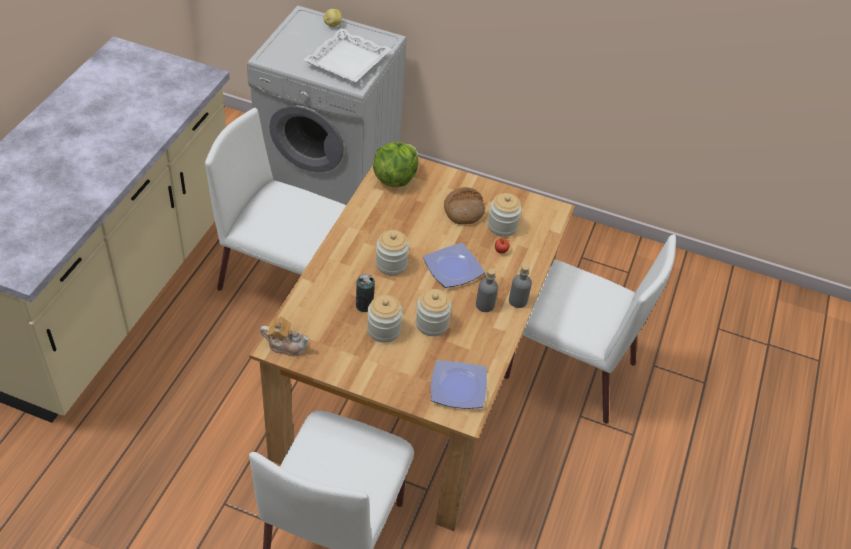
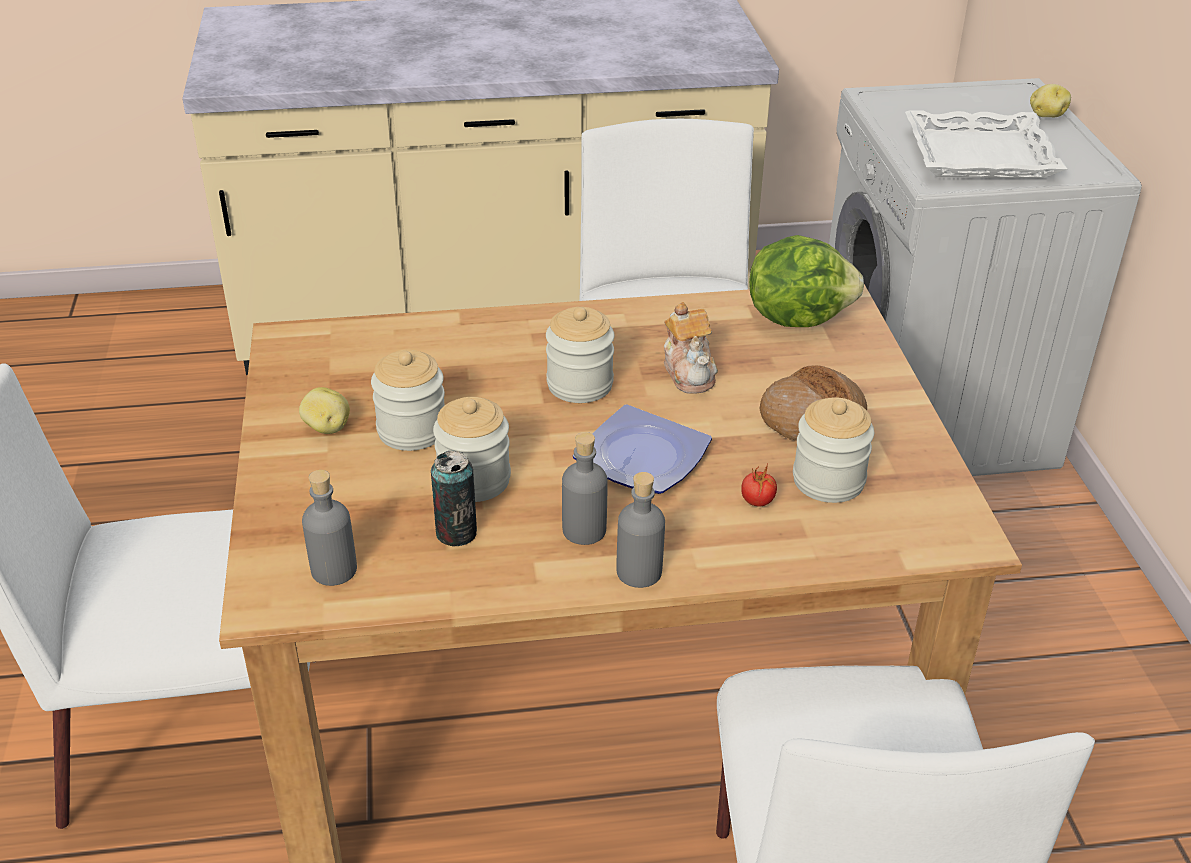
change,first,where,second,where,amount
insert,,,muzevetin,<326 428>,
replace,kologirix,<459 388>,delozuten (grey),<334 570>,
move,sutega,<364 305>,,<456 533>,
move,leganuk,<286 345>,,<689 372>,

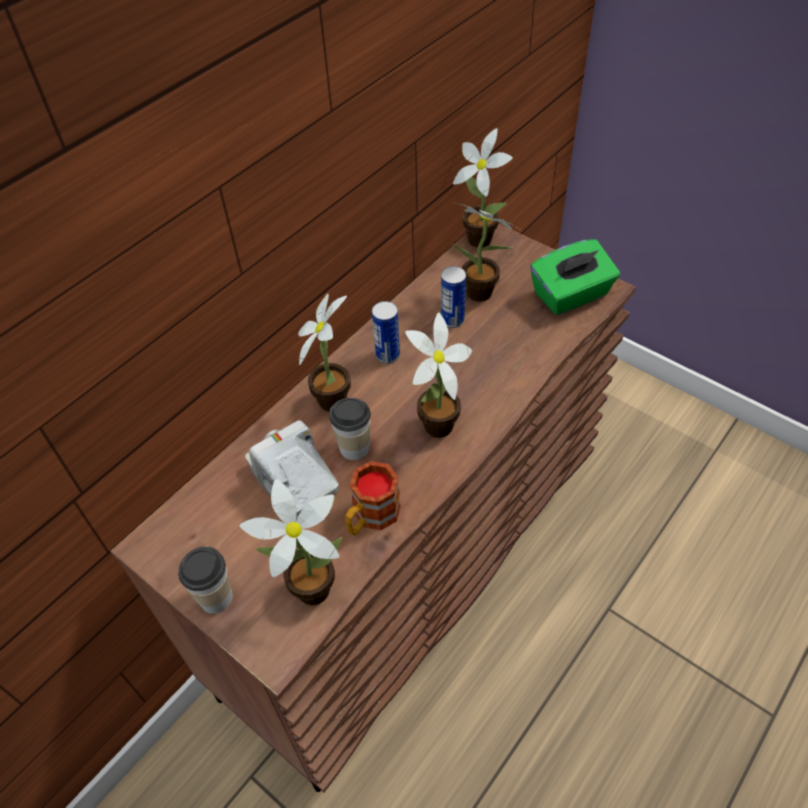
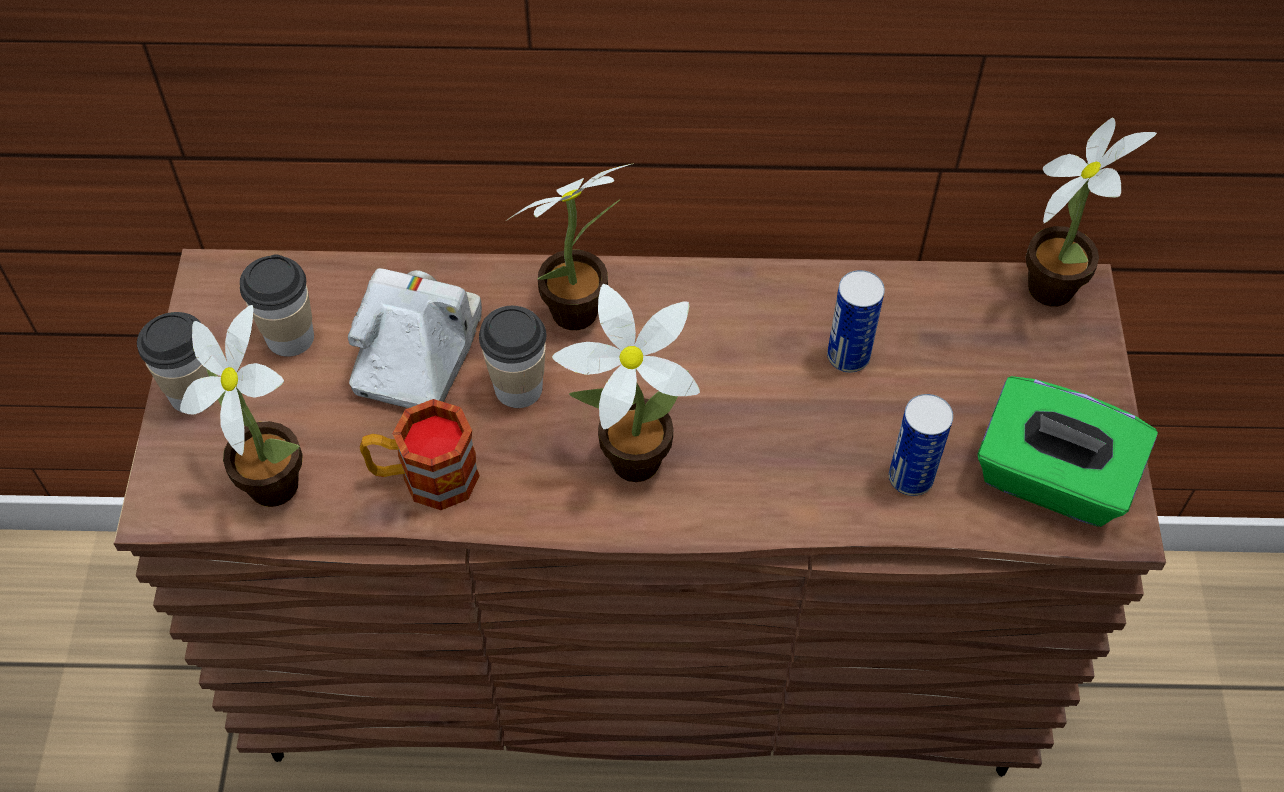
change,first,where,second,where,amount
insert,,,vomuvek,<290 337>,
move,sutega,<387 355>,,<910 478>,
delete,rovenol,<482 295>,,,

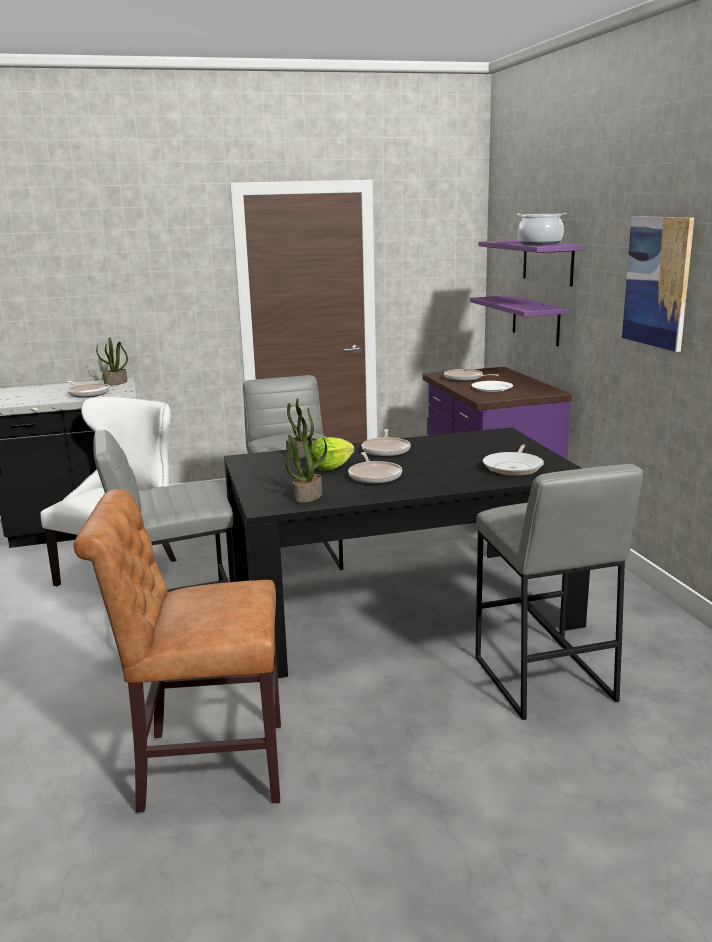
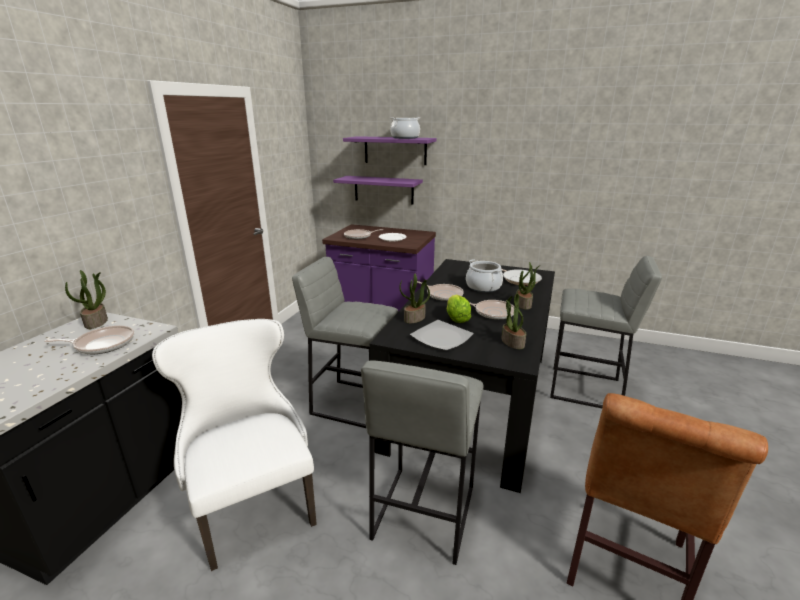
change,first,where,second,where,amount
insert,,,kologirix,<441 338>,
insert,,,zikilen,<483 287>,
insert,,,rovenol,<523 304>,
delete,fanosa,<657 282>,,,

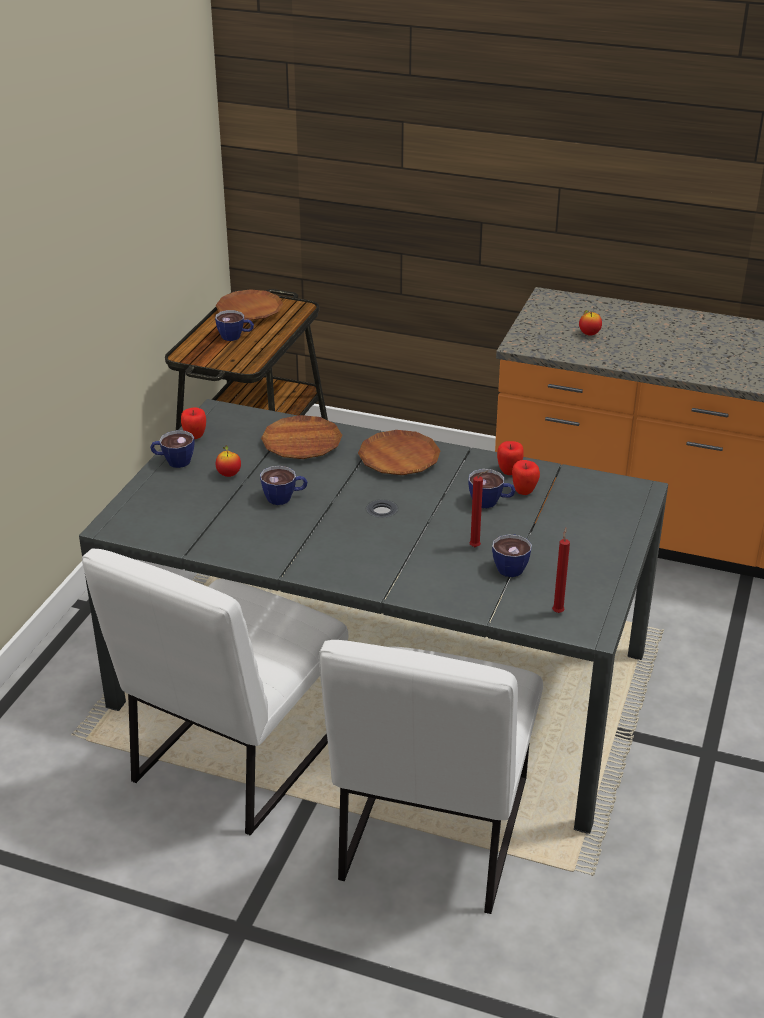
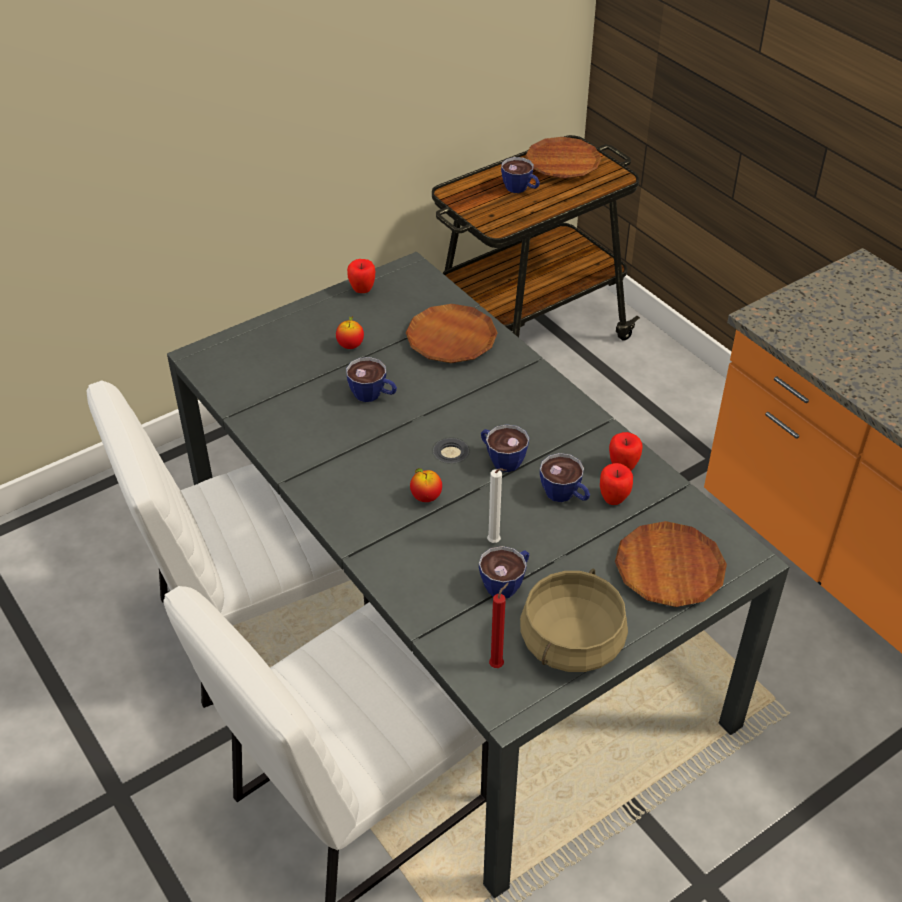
change,first,where,second,where,amount
move,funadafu,<589 334>,,<426 497>,
move,vomuvek,<173 461>,,<501 459>,
recolor,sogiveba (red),<476 547>,sogiveba (white),<495 543>,
insert,,,zikilen (beige),<571 641>,
move,kologirix (brown),<399 458>,,<669 569>,

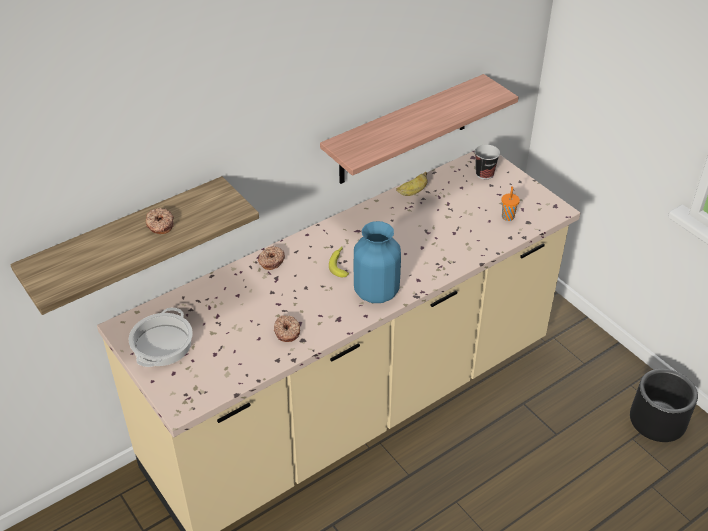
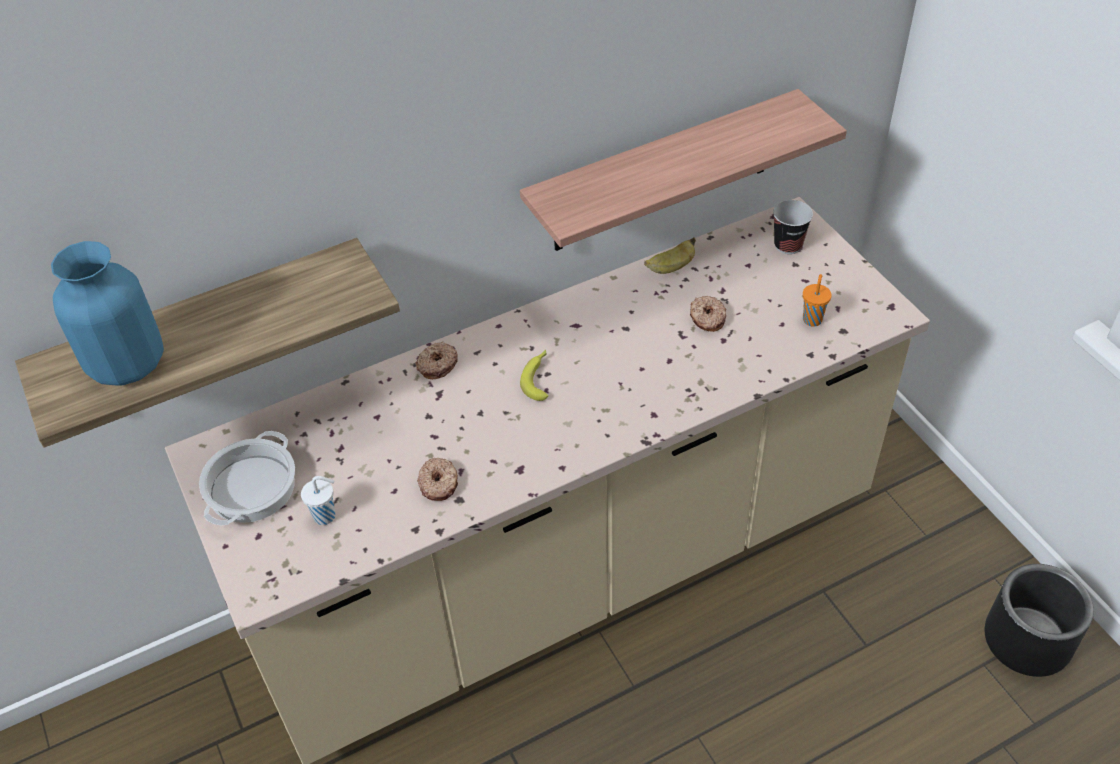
change,first,where,second,where,amount
move,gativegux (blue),<376 291>,,<127 363>,
insert,,,vomuvek (white),<326 516>,
move,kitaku,<160 225>,,<707 318>,

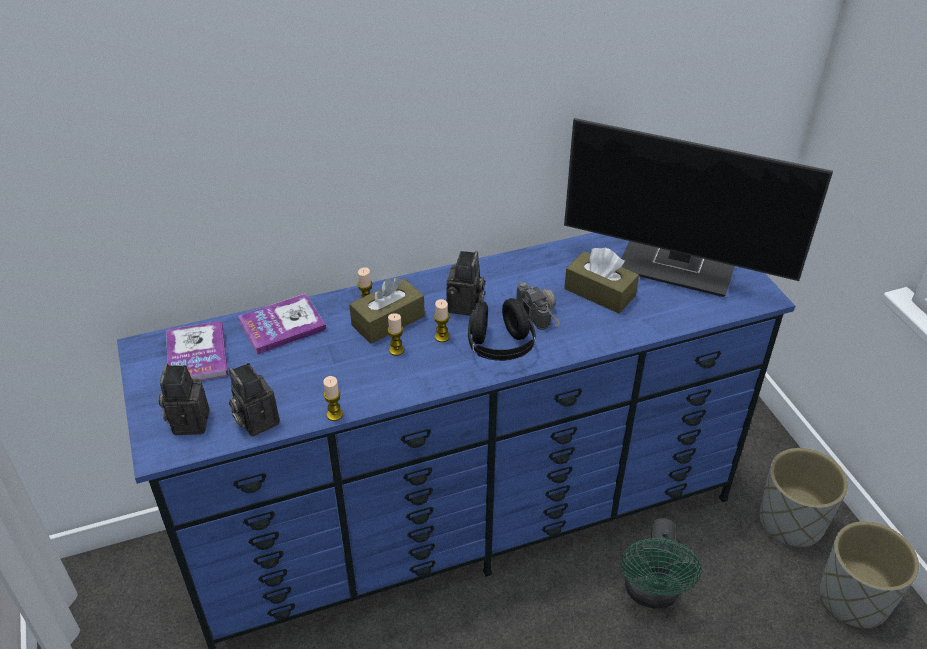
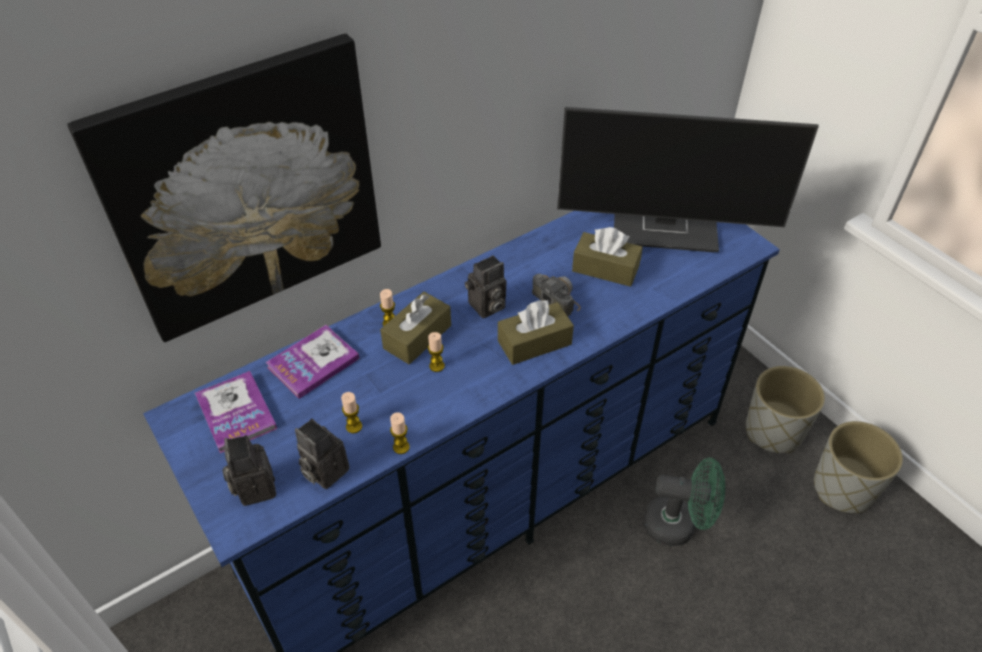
change,first,where,second,where,amount
insert,,,fanosa,<246 190>,
move,sogiveba,<442 337>,,<354 426>,
rotate,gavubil,<465 307>,,<486 307>,60 degrees clockwise
replace,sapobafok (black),<500 347>,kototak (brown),<534 342>,
rotate,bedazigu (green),<652 594>,,<678 525>,75 degrees counterclockwise

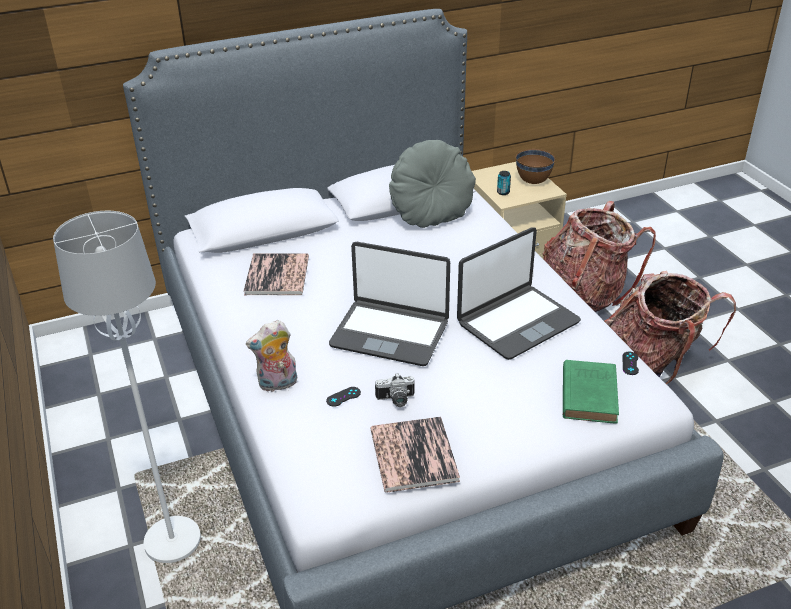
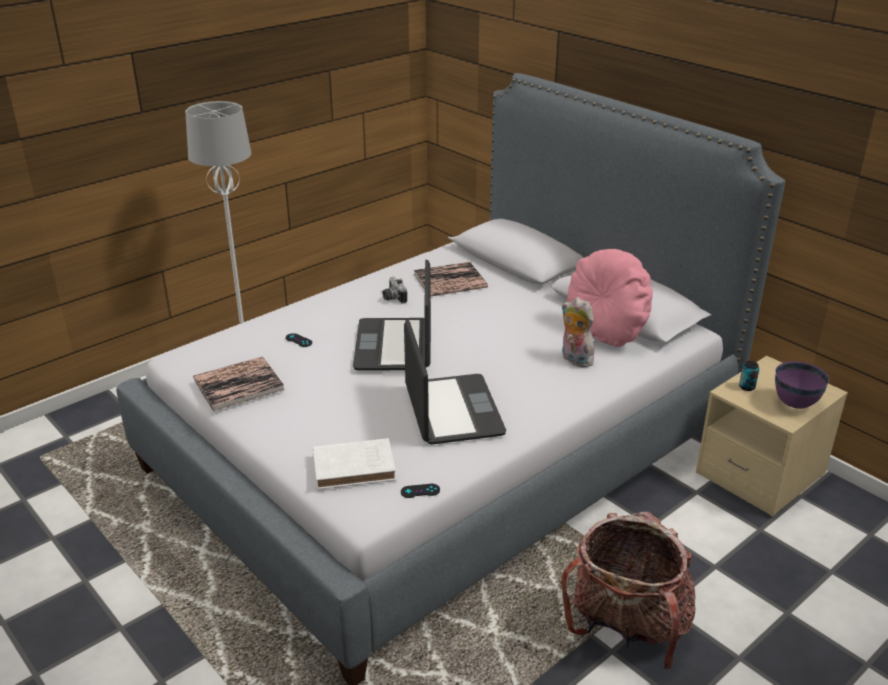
change,first,where,second,where,amount
recolor,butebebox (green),<589 393>,butebebox (white),<356 467>,
move,gavubil,<396 400>,,<392 298>,
rotate,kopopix,<517 322>,,<452 411>,135 degrees counterclockwise
move,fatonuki,<277 384>,,<574 359>,
recolor,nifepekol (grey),<431 218>,nifepekol (pink),<605 334>,
recolor,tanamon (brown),<533 181>,tanamon (purple),<795 404>,
delete,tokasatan,<585 294>,,,

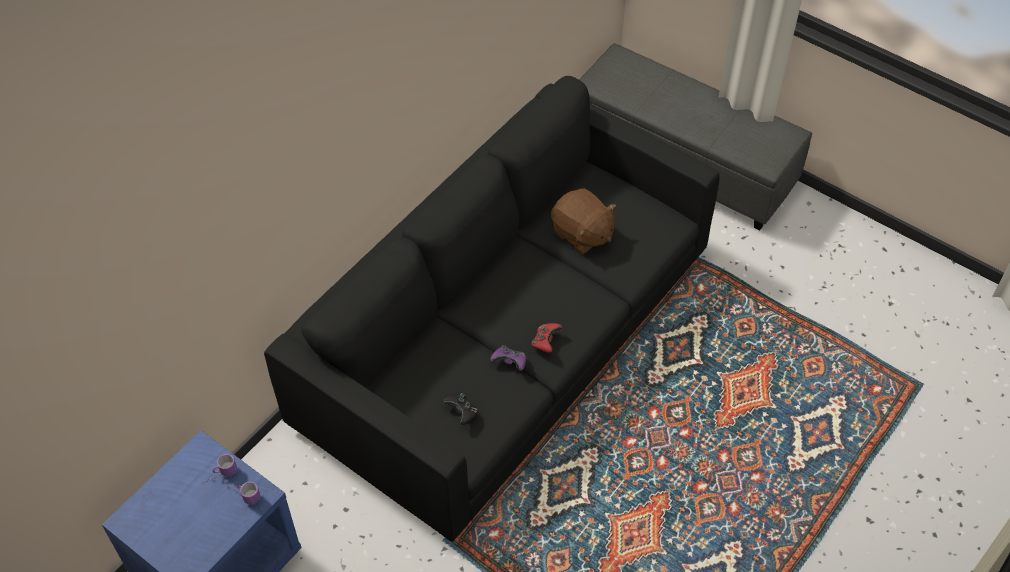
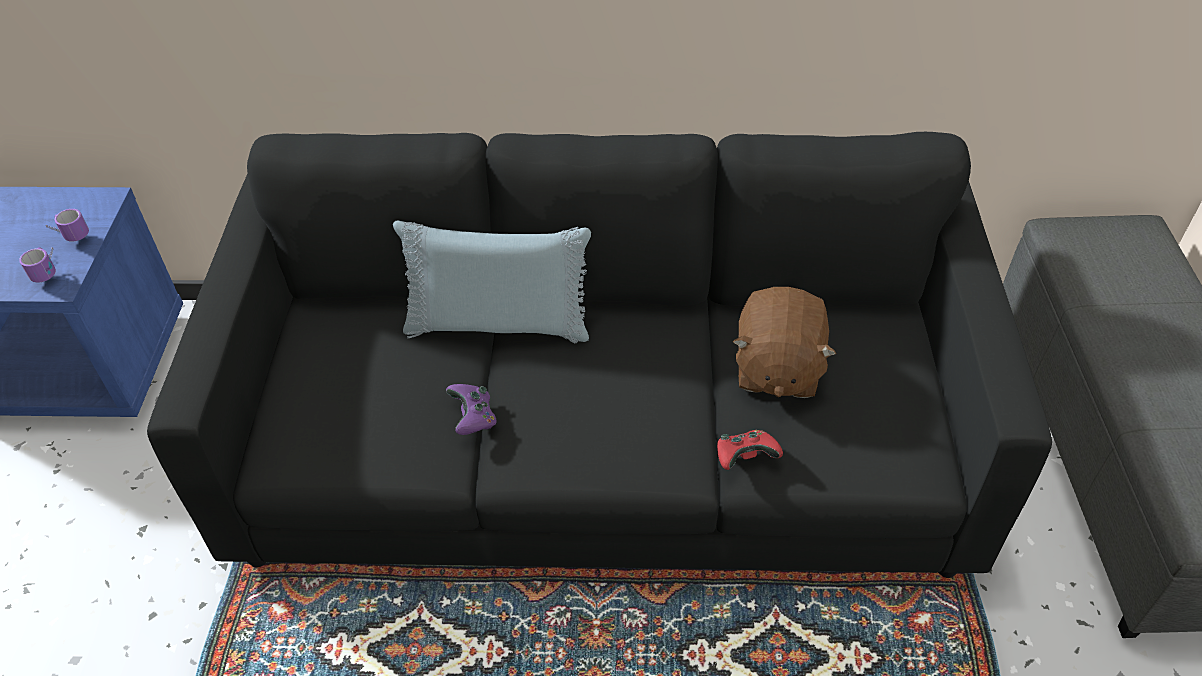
change,first,where,second,where,amount
insert,,,nifepekol (blue),<498 324>,
move,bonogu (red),<545 342>,,<745 458>,
delete,bonogu (black),<462 413>,,,

